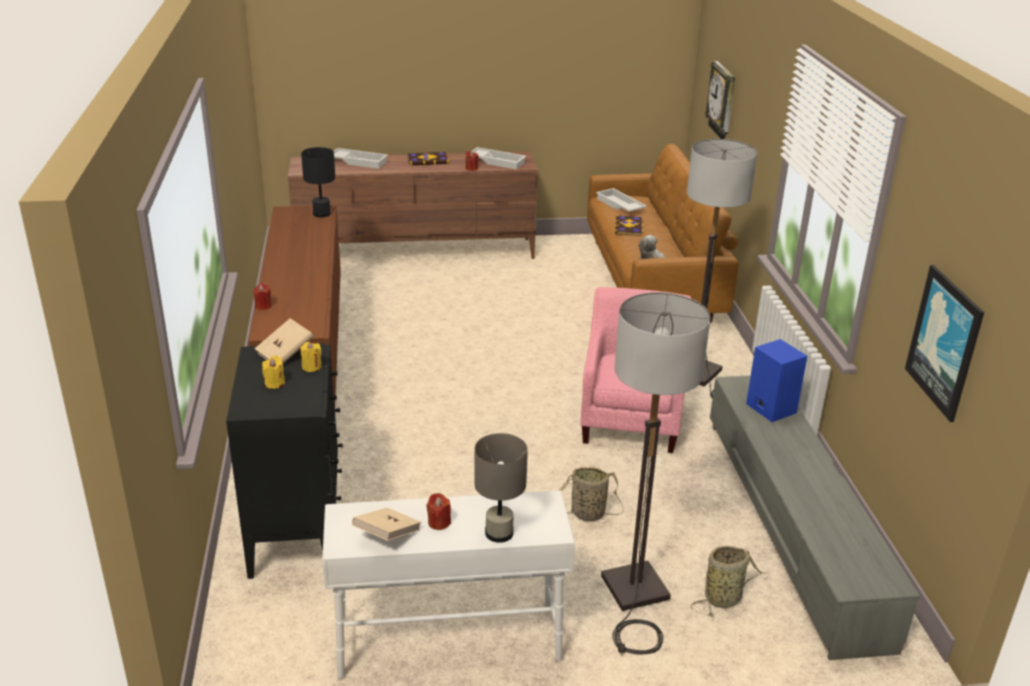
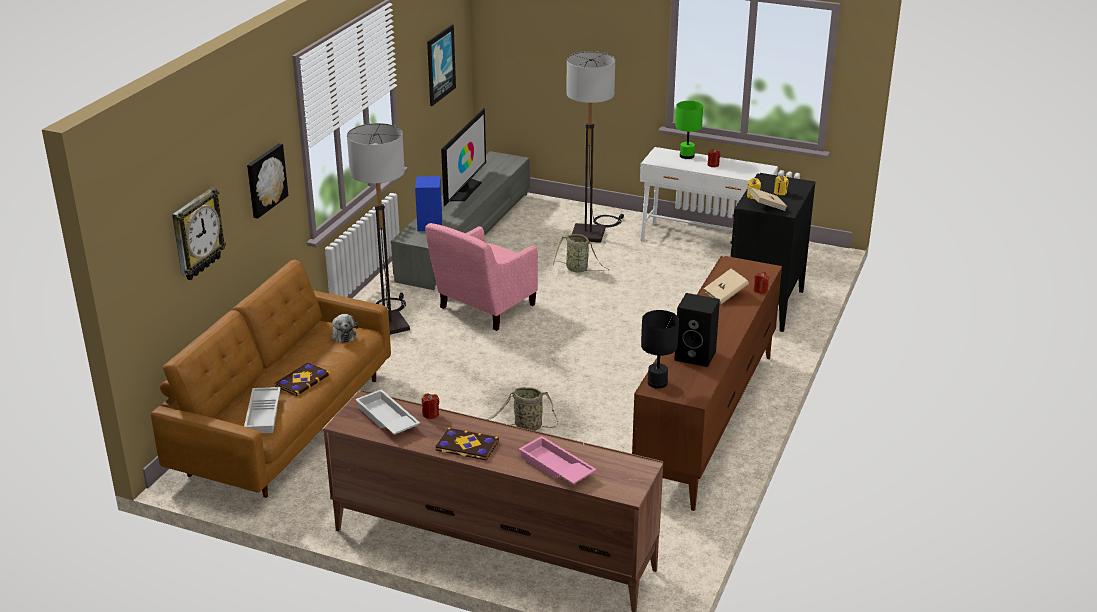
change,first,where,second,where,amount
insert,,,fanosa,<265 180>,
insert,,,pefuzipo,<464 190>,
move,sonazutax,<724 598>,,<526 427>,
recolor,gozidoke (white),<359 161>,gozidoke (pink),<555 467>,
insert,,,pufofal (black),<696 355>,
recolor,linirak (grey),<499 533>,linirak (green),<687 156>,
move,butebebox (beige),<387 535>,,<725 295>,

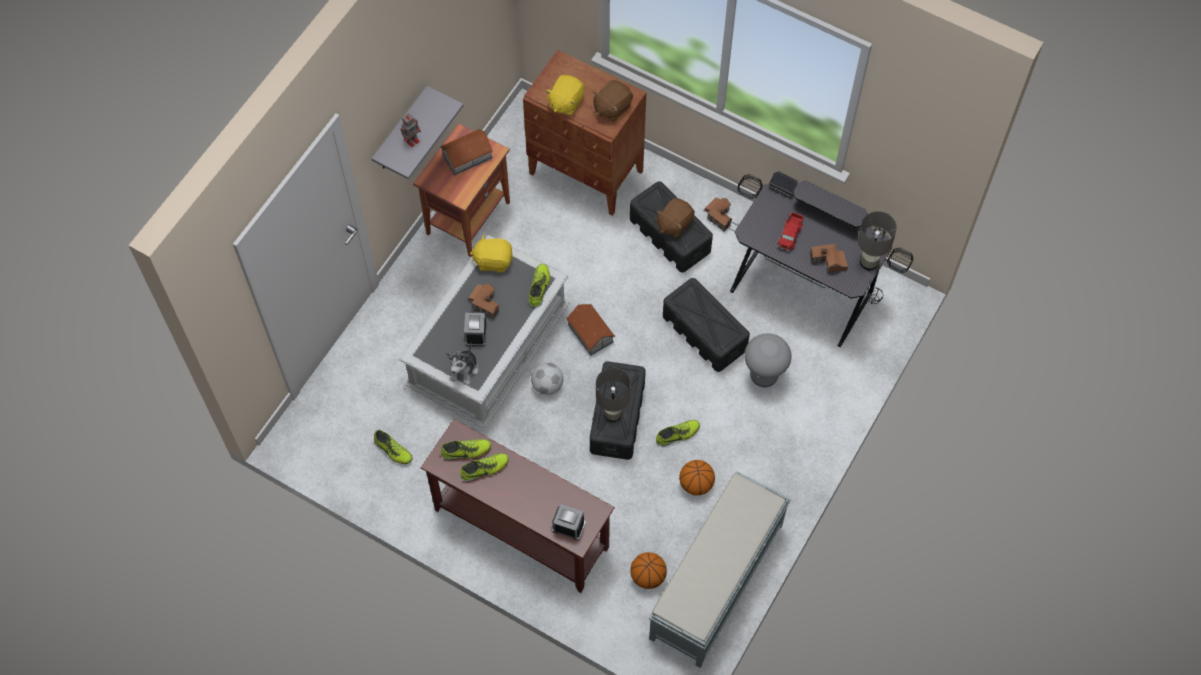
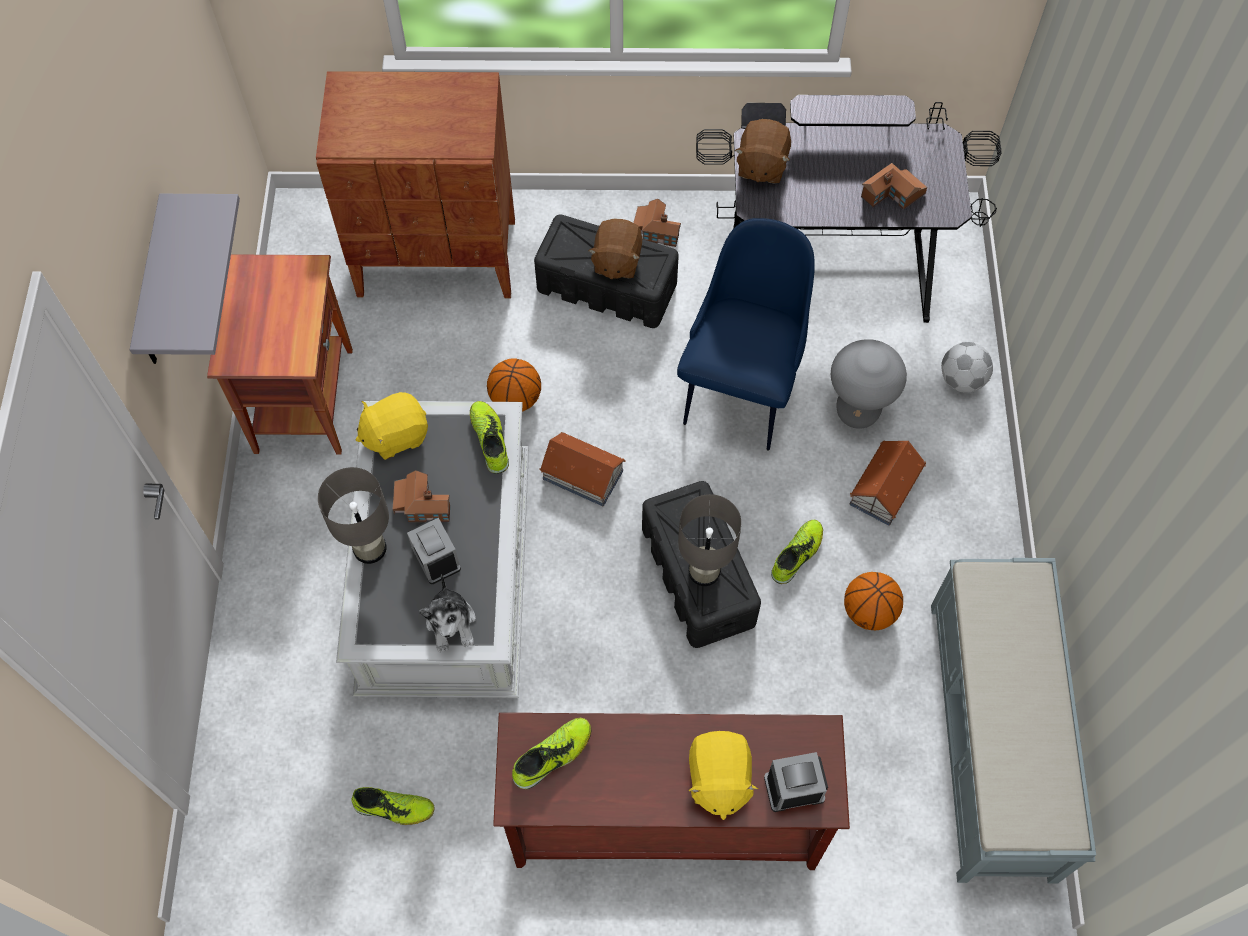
change,first,where,second,where,amount
move,linirak (grey),<868 261>,,<369 548>,
move,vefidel,<648 576>,,<516 399>,
replace,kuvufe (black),<705 333>,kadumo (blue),<740 394>,
move,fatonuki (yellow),<565 102>,,<718 779>,
move,fatonuki (brown),<612 108>,,<761 165>,
move,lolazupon,<468 156>,,<885 488>,
move,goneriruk,<547 385>,,<961 379>,
delete,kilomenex,<412 140>,,,
delete,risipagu,<484 469>,,,
delete,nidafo,<790 234>,,,

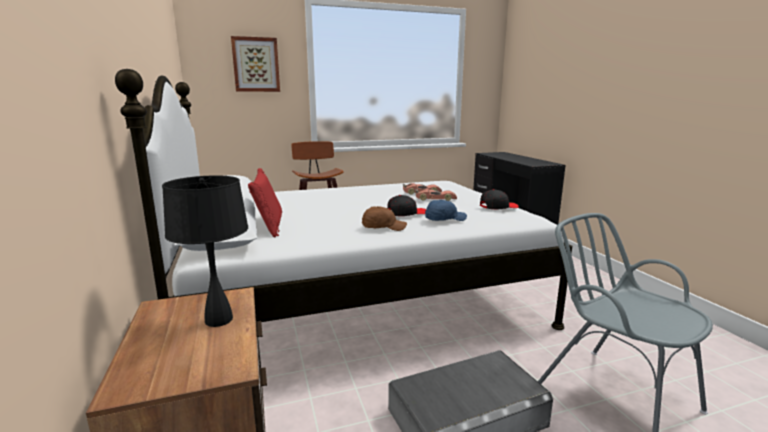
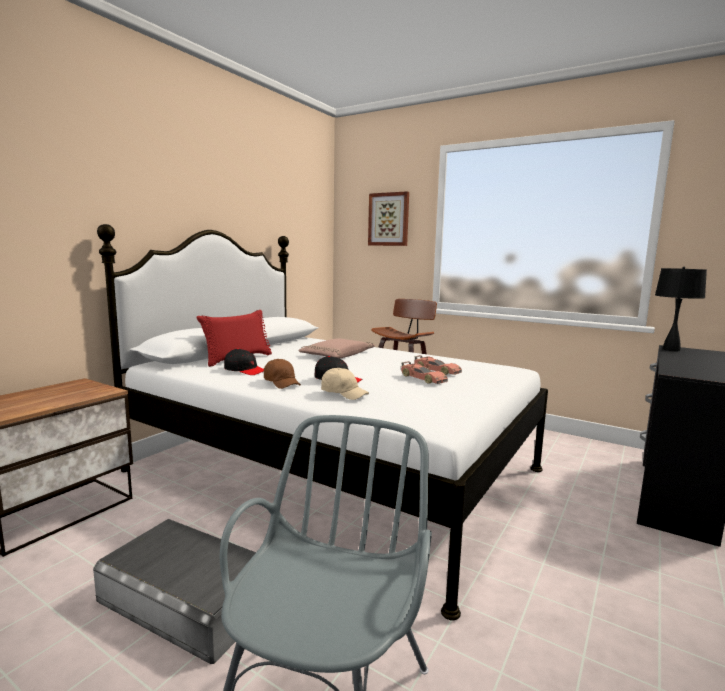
change,first,where,second,where,amount
move,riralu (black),<498 207>,,<245 370>,
insert,,,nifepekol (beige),<338 354>,
recolor,riralu (blue),<444 219>,riralu (beige),<344 393>,
move,linirak (black),<219 320>,,<671 350>,

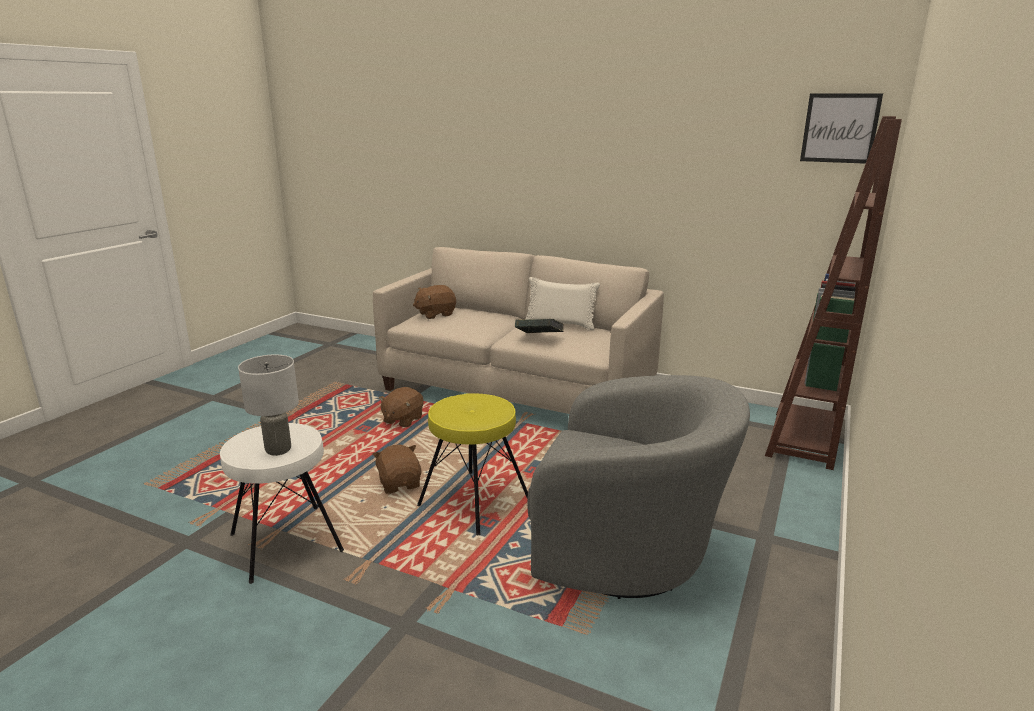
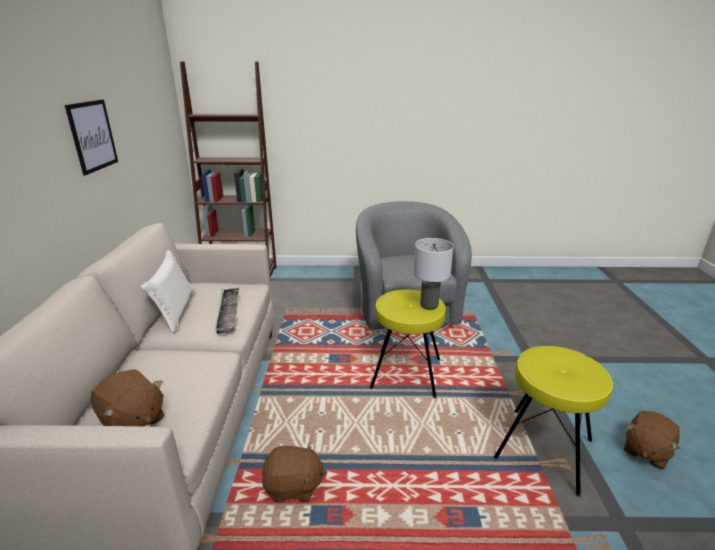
change,first,where,second,where,amount
move,fanosa,<840 128>,,<92 136>,
replace,butebebox,<539 338>,gozidoke,<228 313>,
move,linirak (white),<279 451>,,<429 305>,
recolor,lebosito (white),<285 542>,lebosito (yellow),<544 449>,
move,fatonuki (brown),<400 484>,,<645 451>,

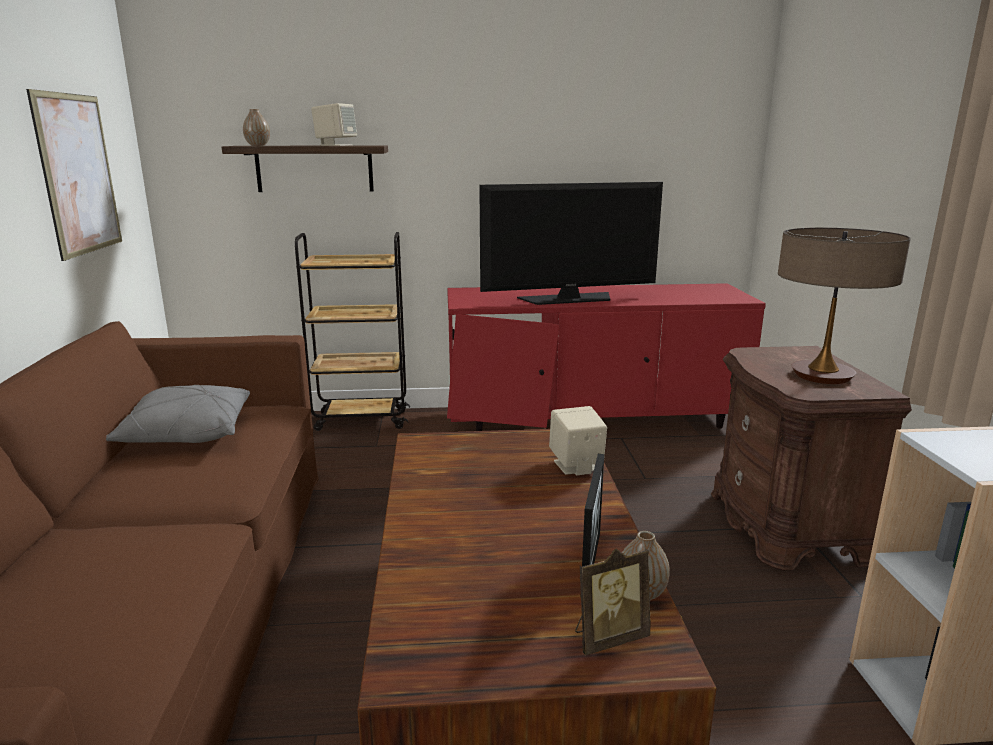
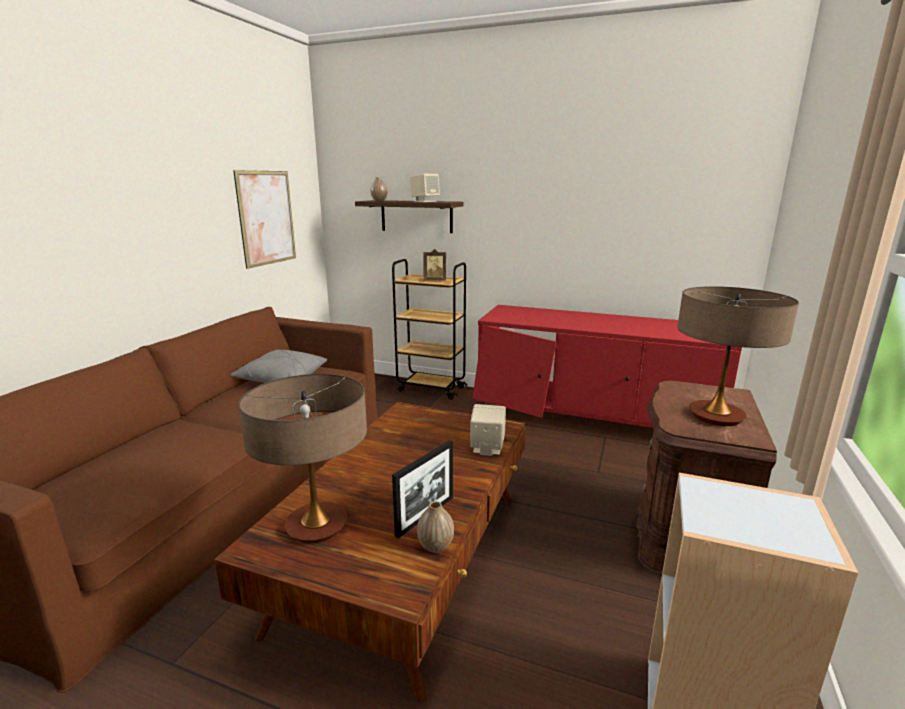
change,first,where,second,where,amount
insert,,,linirak,<316 526>,
move,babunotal,<608 637>,,<435 281>,
delete,pefuzipo,<568 299>,,,

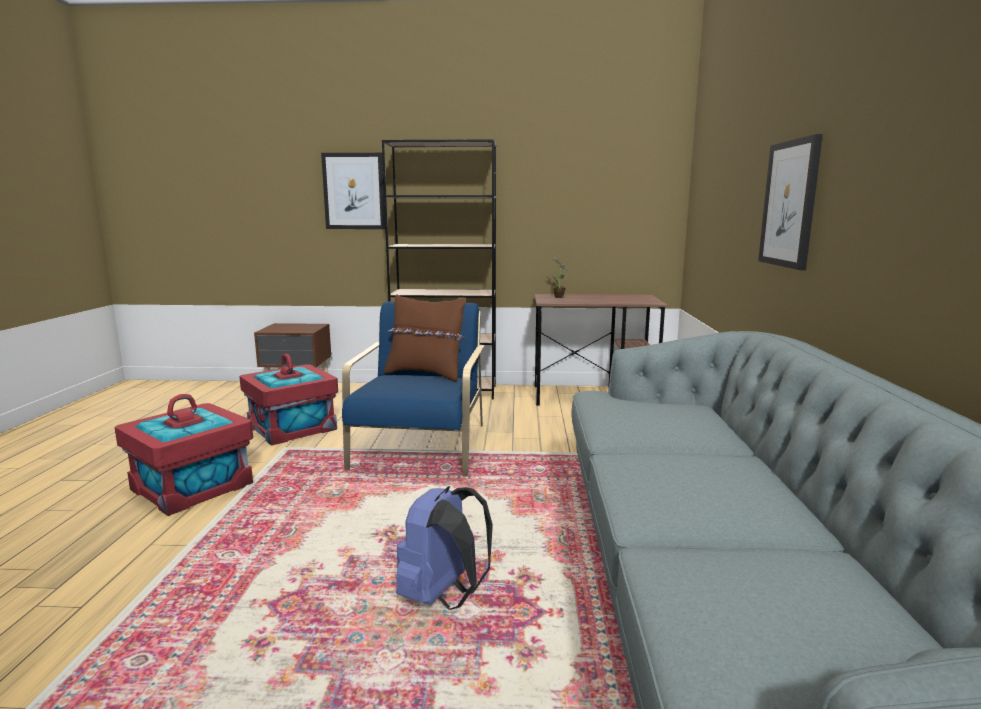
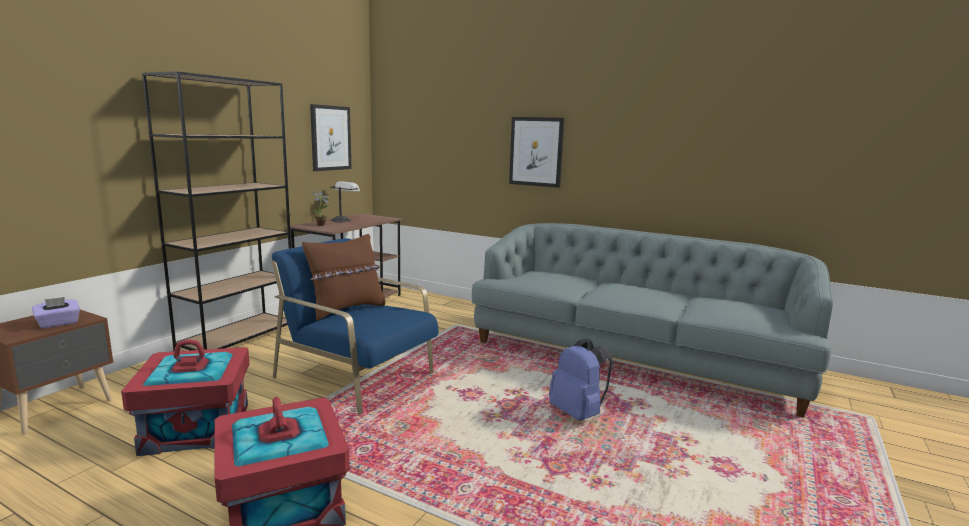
change,first,where,second,where,amount
insert,,,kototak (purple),<58 323>,
move,fanosa,<354 191>,,<330 138>,
insert,,,linirak,<343 220>,

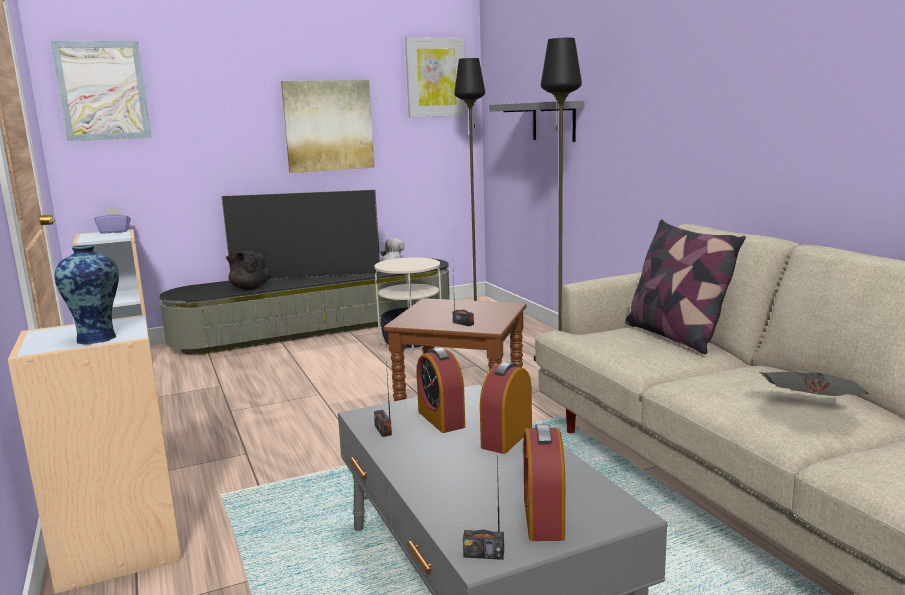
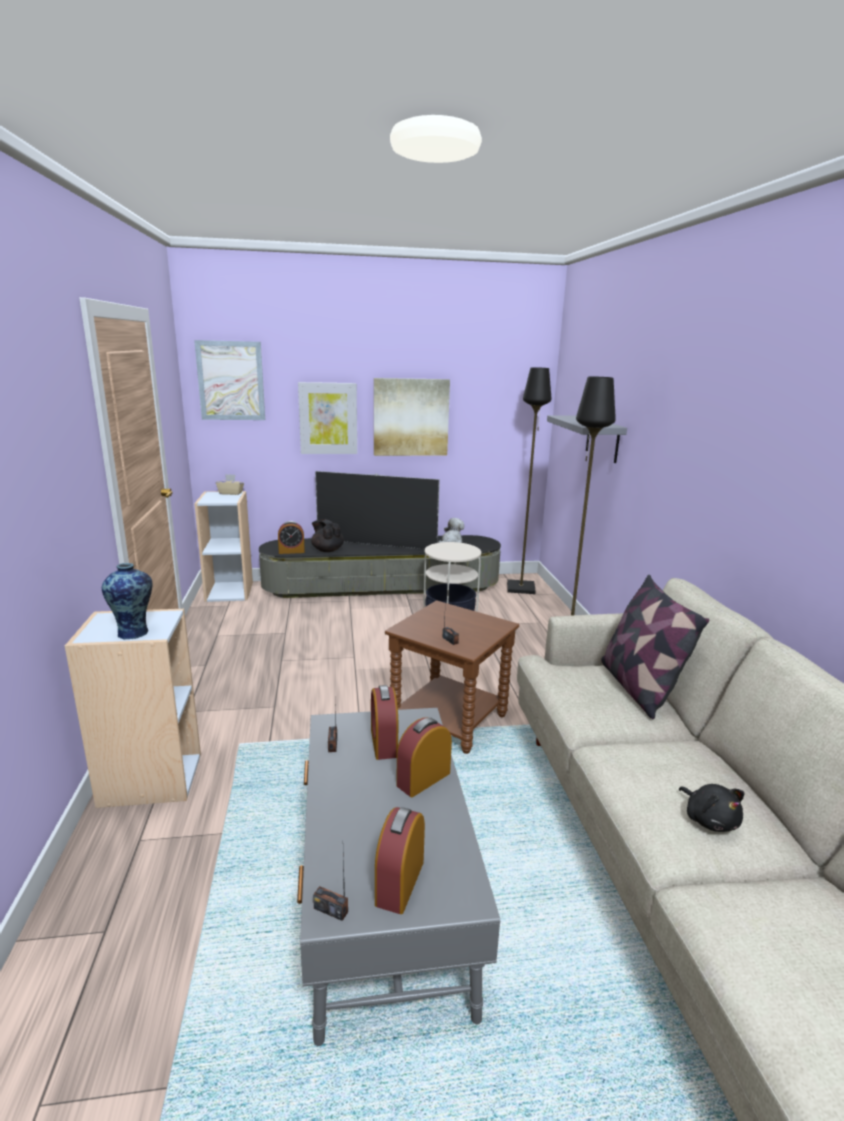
change,first,where,second,where,amount
recolor,kototak (purple),<114 231>,kototak (beige),<231 493>,
insert,,,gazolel,<291 551>,
move,fanosa,<435 77>,,<328 418>,
replace,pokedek,<811 409>,fatonuki (black),<709 819>,

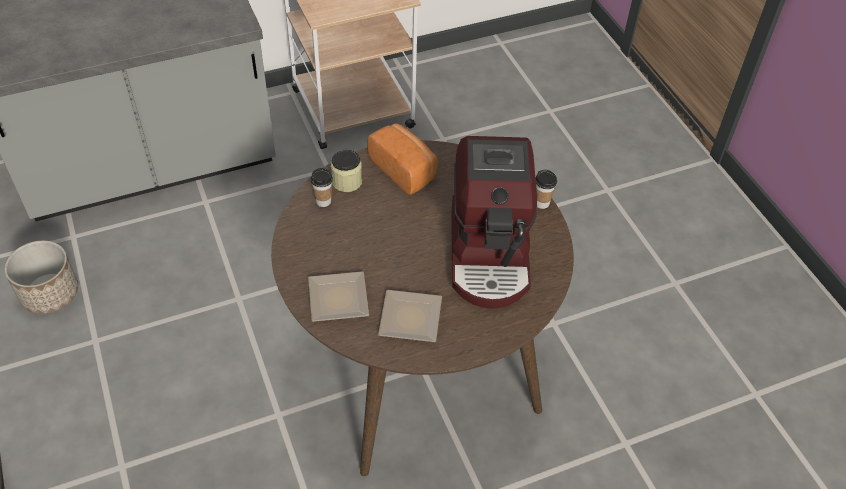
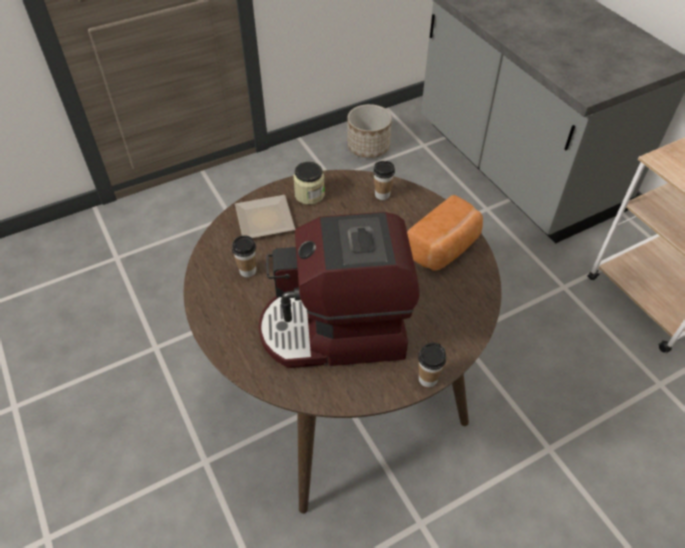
change,first,where,second,where,amount
replace,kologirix,<408 316>,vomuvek,<248 271>,
move,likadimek,<347 182>,,<309 194>,

